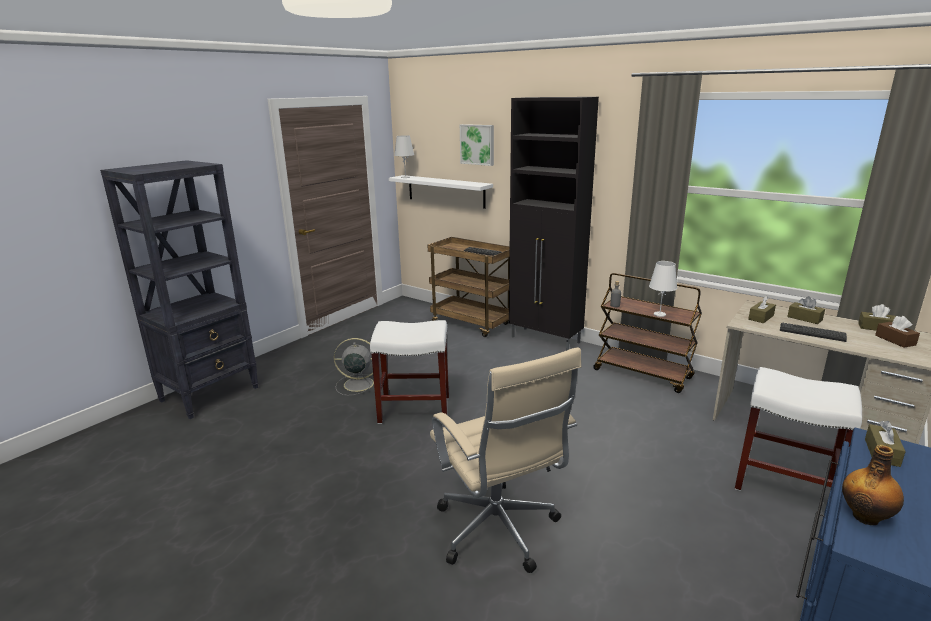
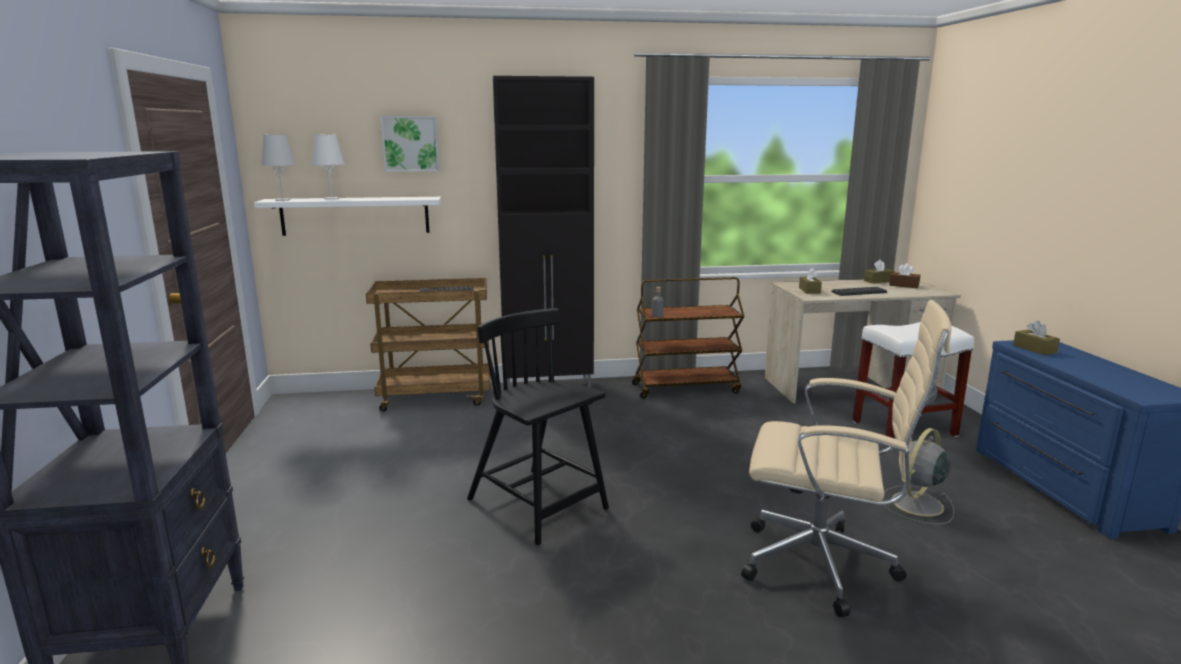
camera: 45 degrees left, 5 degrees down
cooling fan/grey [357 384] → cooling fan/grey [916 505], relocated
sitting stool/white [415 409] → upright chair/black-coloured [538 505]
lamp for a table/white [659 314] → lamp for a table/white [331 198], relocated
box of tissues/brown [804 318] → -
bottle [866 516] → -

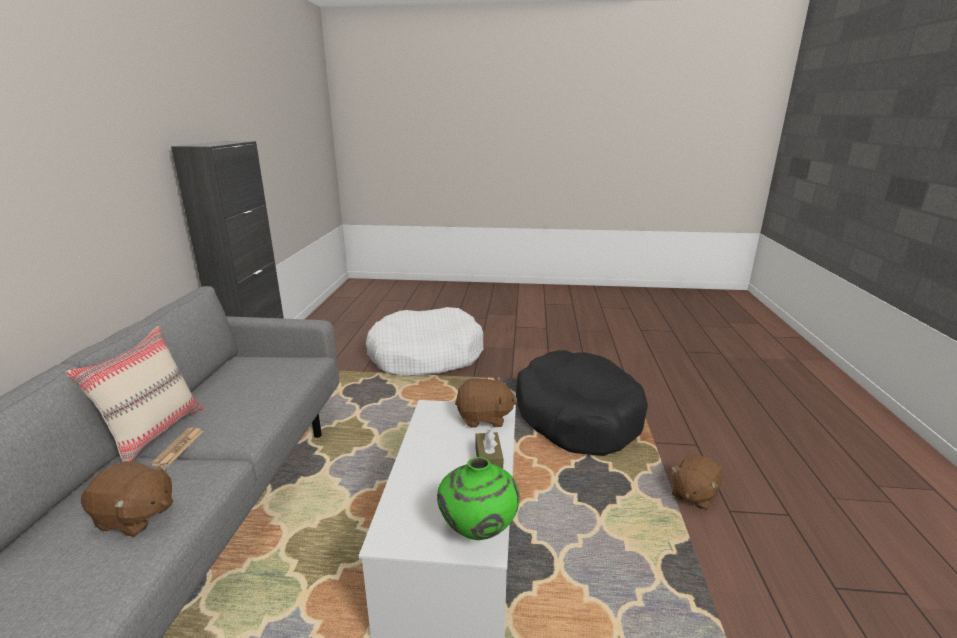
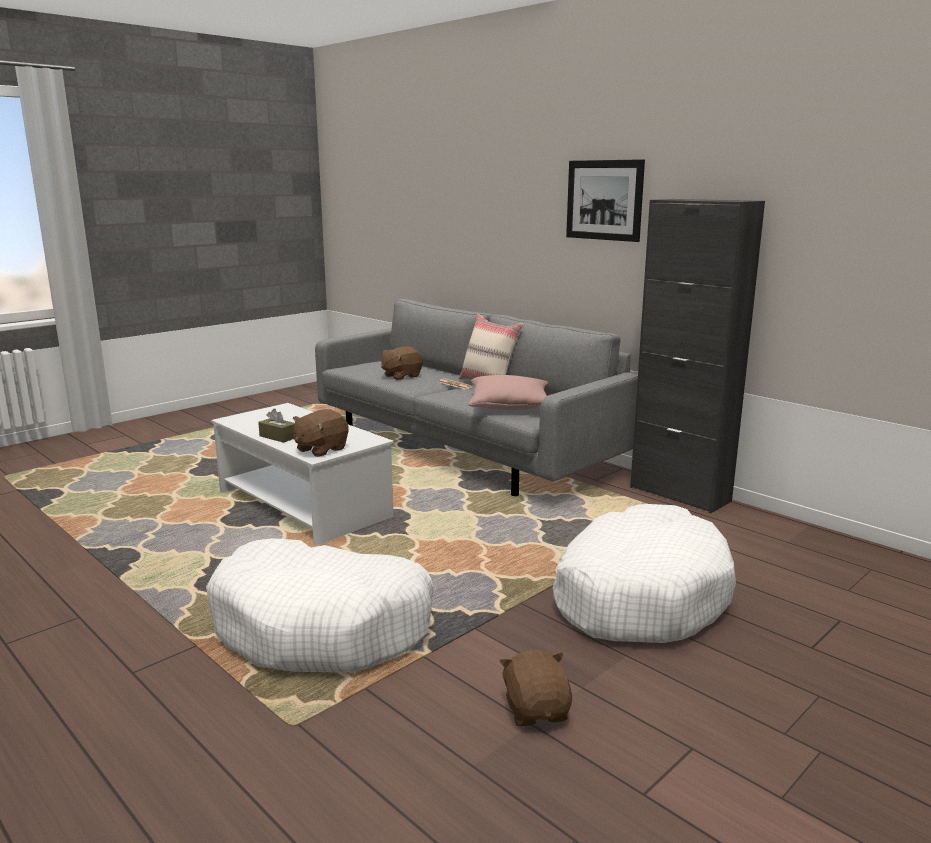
camera: 130 degrees right, 5 degrees down
decorative vase/green-coloured [478 532] → -
pet bed/black-coloured [577 416] → pet bed/white [323 627]
soft toy/brown [693 494] → soft toy/brown [536 710], relocated
- → cushion/pinkish [509 406]
- → wall art [604 200]

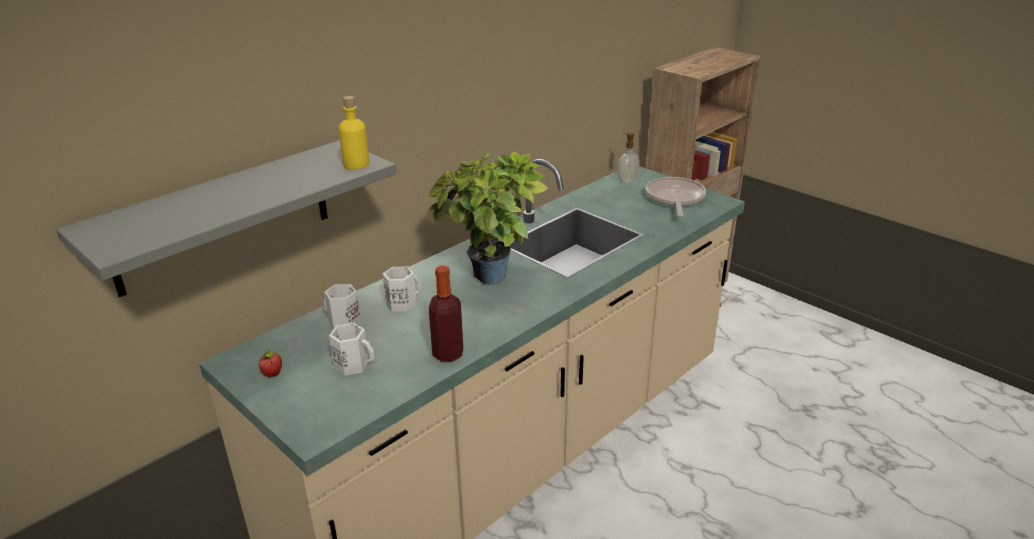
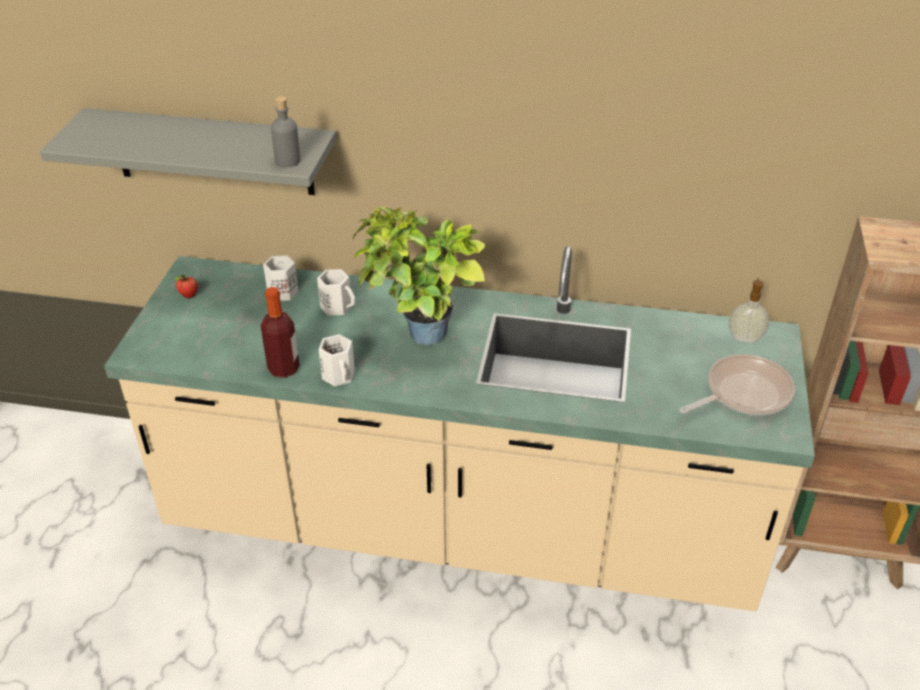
camera: 55 degrees right, 10 degrees up
mug/white [353 364] → mug/white [340 375], relocated
bottle/yellowish [356 164] → bottle/grey [288 161]

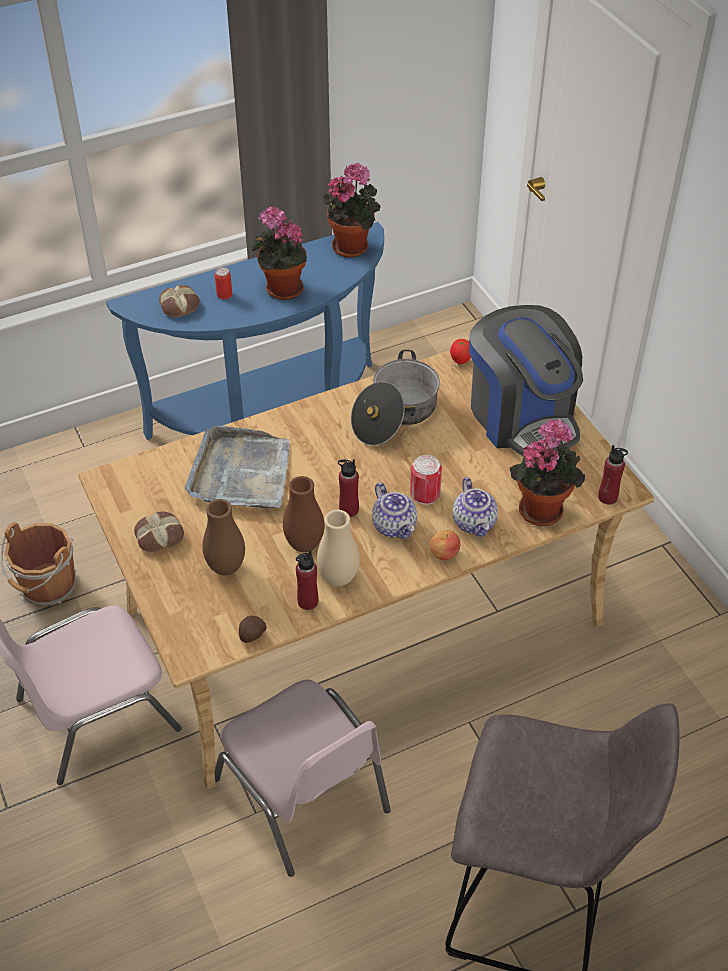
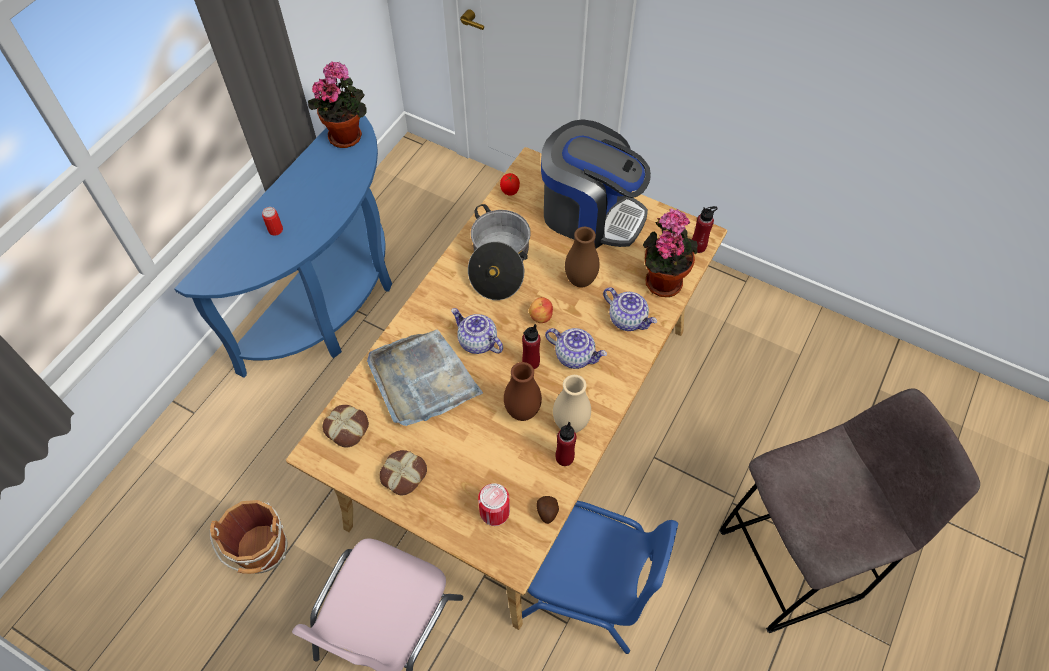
camera: 35 degrees left, 10 degrees up
bakery bread [180 305] → bakery bread [347 427], relocated
decorative vase/brown [226 567] → decorative vase/brown [580 280], relocated
upright chair/pinkish [304 796] → upright chair/blue [590 587]
plant in a pot [281 290] → -
sealed can [425 494] → sealed can [494 512], relocated
whole apple [444 553] → whole apple [540 316], relocated
- → tea pot [477 342]

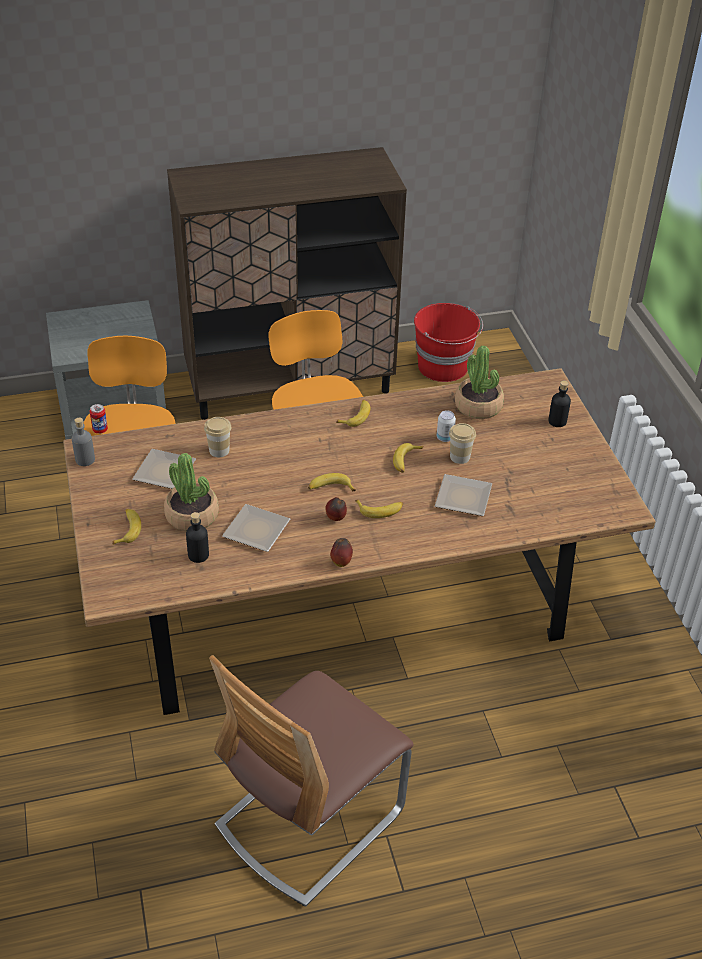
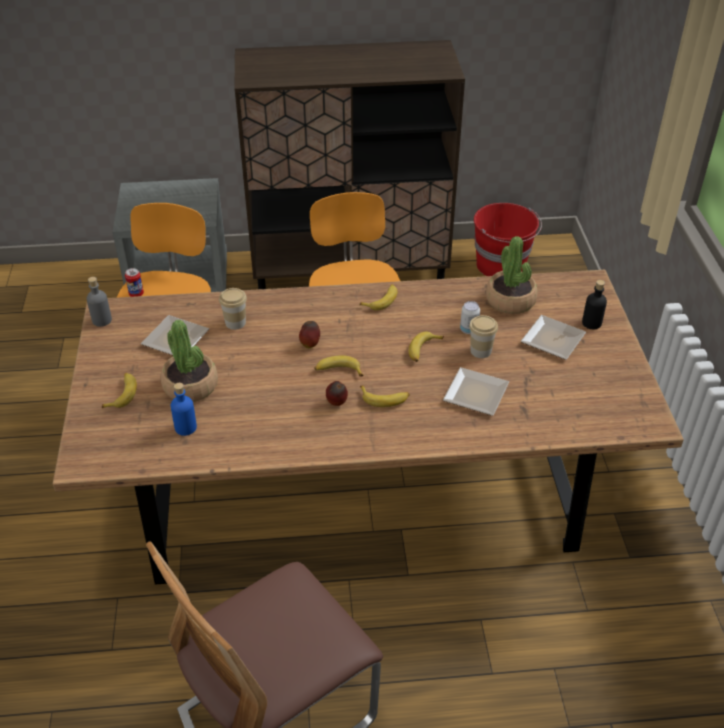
camera: 10 degrees right, 0 degrees up
bottle/black-coloured [198 555] → bottle/blue [186 427]
plate [257 532] → plate [553 341], relocated
whole apple [341 562] → whole apple [310 344], relocated

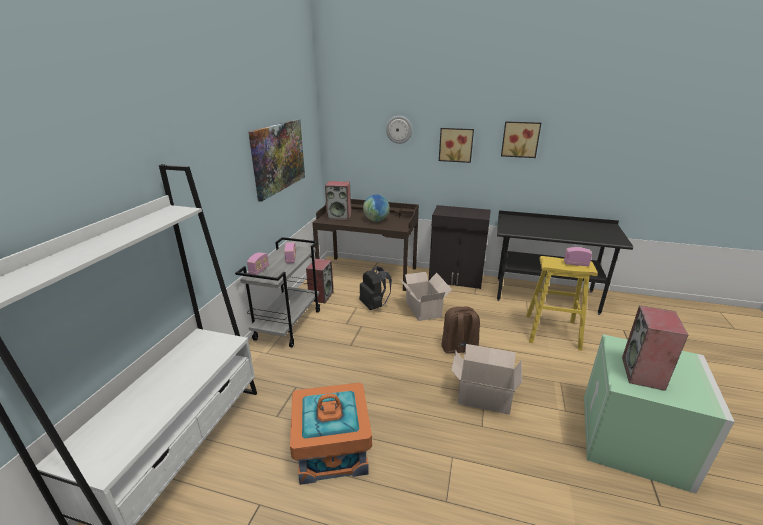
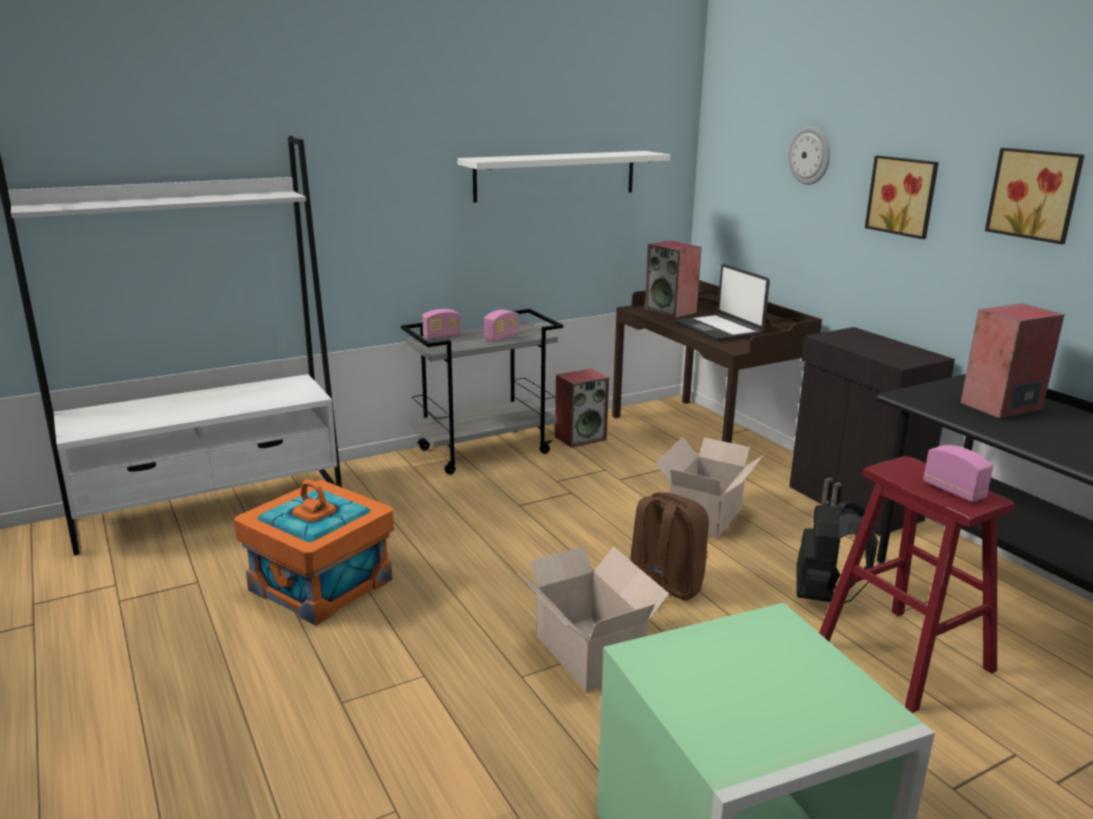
camera: 45 degrees right, 5 degrees down
wall art [278 157] → bracket shelf/white [556 175]
rucksack/black-coloured [374 305] → rucksack/black-coloured [824 596], relocated
world globe [376 220] → portable computer [719 329]
sitting stool/yellowish [552 331] → sitting stool/reddish [903 657]
speaker [643 373] → speaker [1001 406], relocated

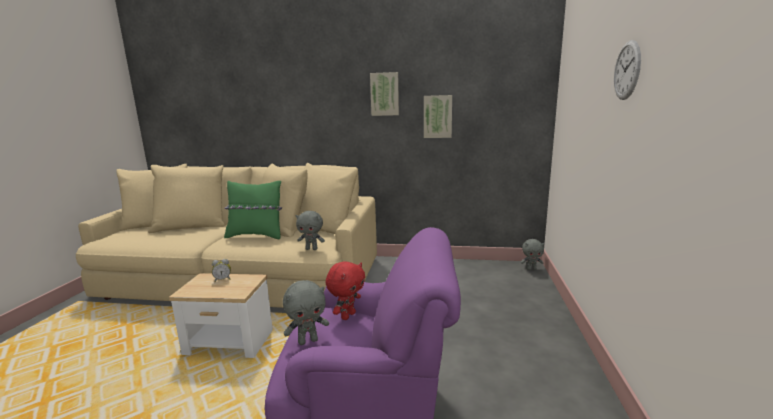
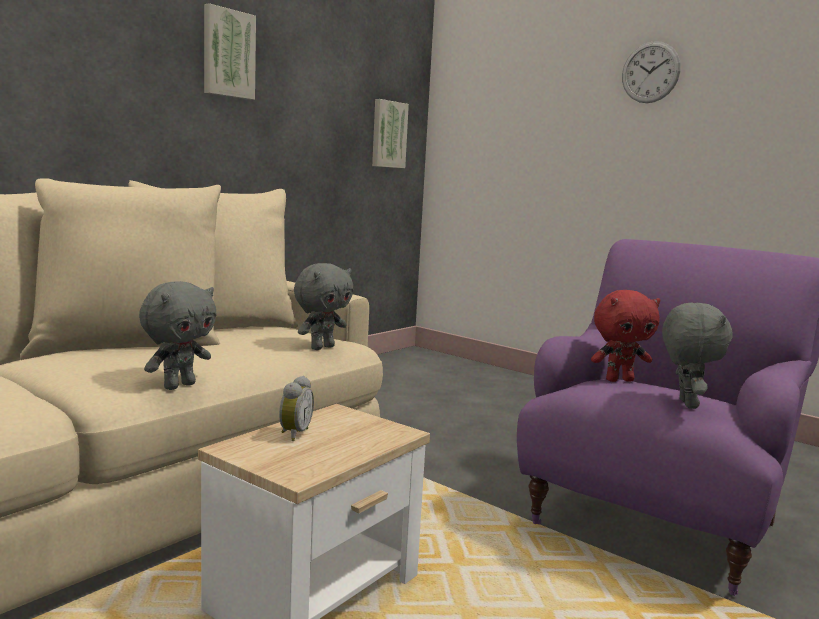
camera: 60 degrees left, 5 degrees down
cushion/green-coloured [256 235] → -
soft toy/reddish [347 315] → soft toy/reddish [619 380], 105 degrees clockwise
wall art [437 116] → wall art [388 134], relocated
soft toy/grey [531 269] → soft toy/grey [179 386], relocated

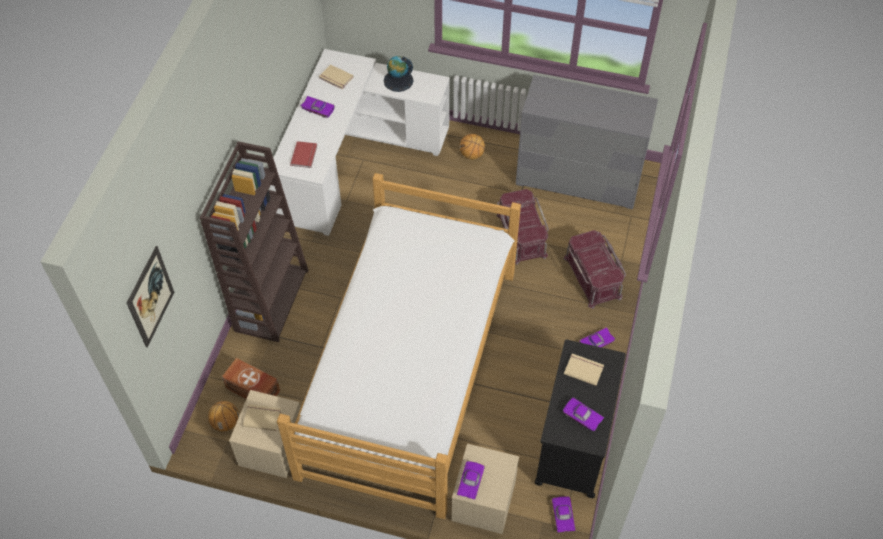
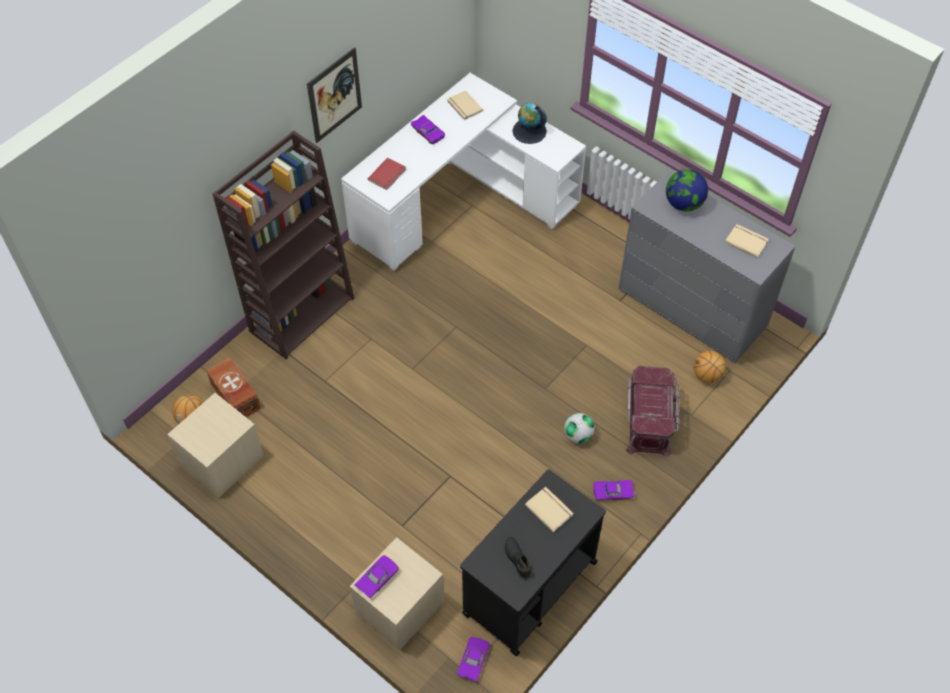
camera: 25 degrees right, 0 degrees up
wall art [150 297] → wall art [334 95], relocated
volume/sand-coloured [262 417] → volume/sand-coloured [746 241], relocated
bed [409 371] → -
basketball [472 155] → basketball [707 375], relocated
storage container/reddish [520 235] → -
toy car/purplish [581 417] → shoe/black-coloured [517 559]
- → ball for football [578 435]
- → world globe [683 204]

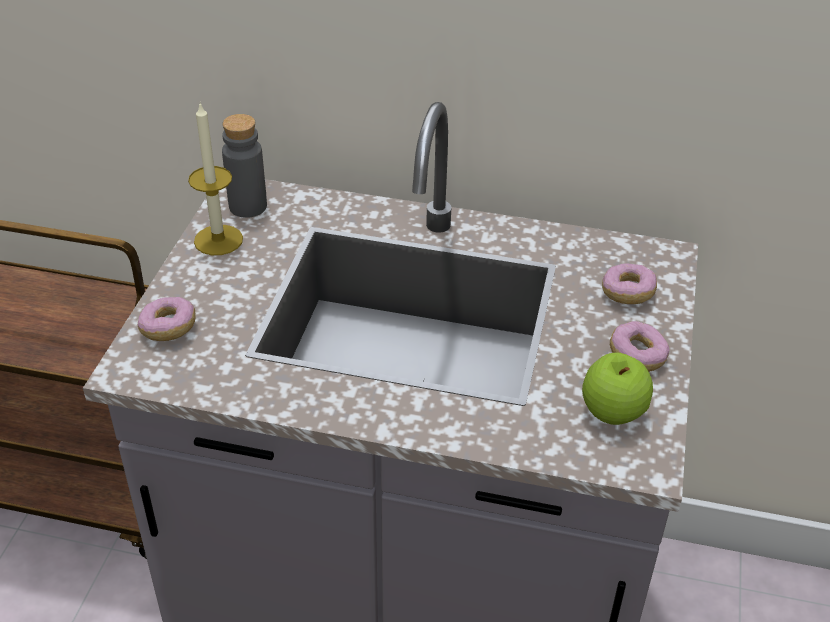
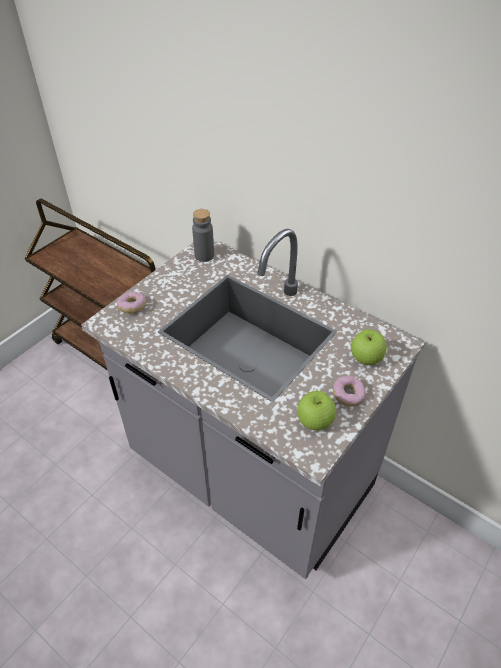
camera: 25 degrees right, 5 degrees up
wax light [218 240] → -
donut [627 293] → whole apple [366 359]

